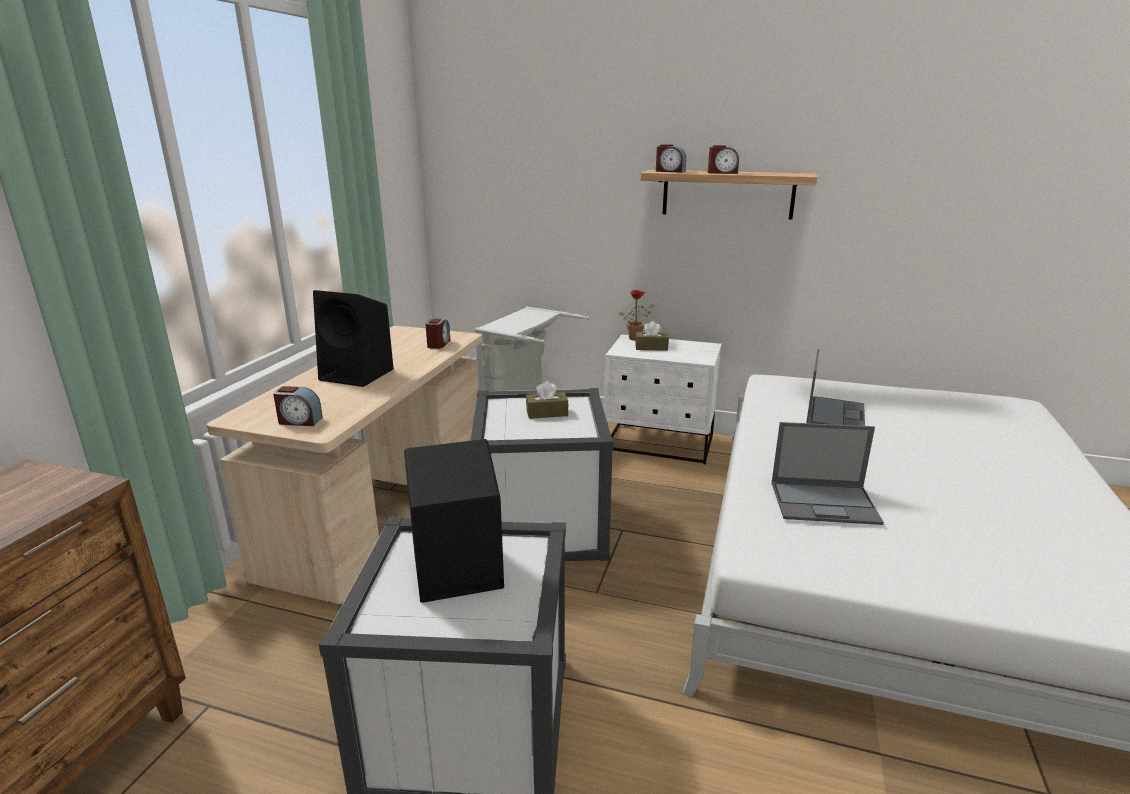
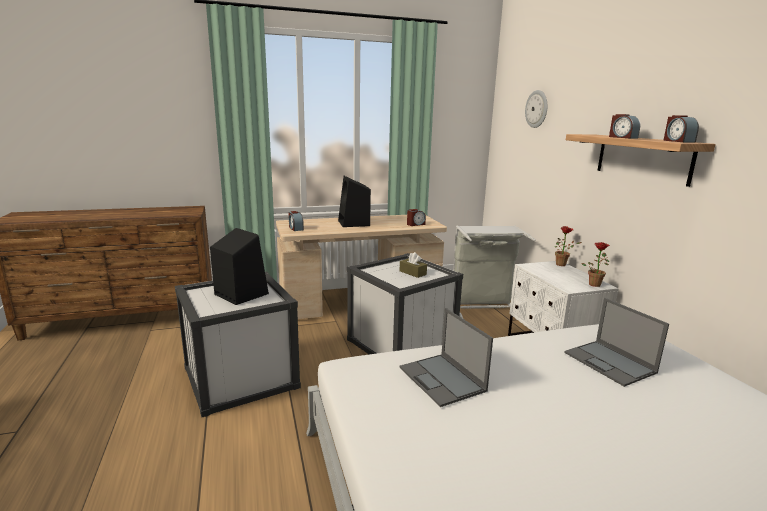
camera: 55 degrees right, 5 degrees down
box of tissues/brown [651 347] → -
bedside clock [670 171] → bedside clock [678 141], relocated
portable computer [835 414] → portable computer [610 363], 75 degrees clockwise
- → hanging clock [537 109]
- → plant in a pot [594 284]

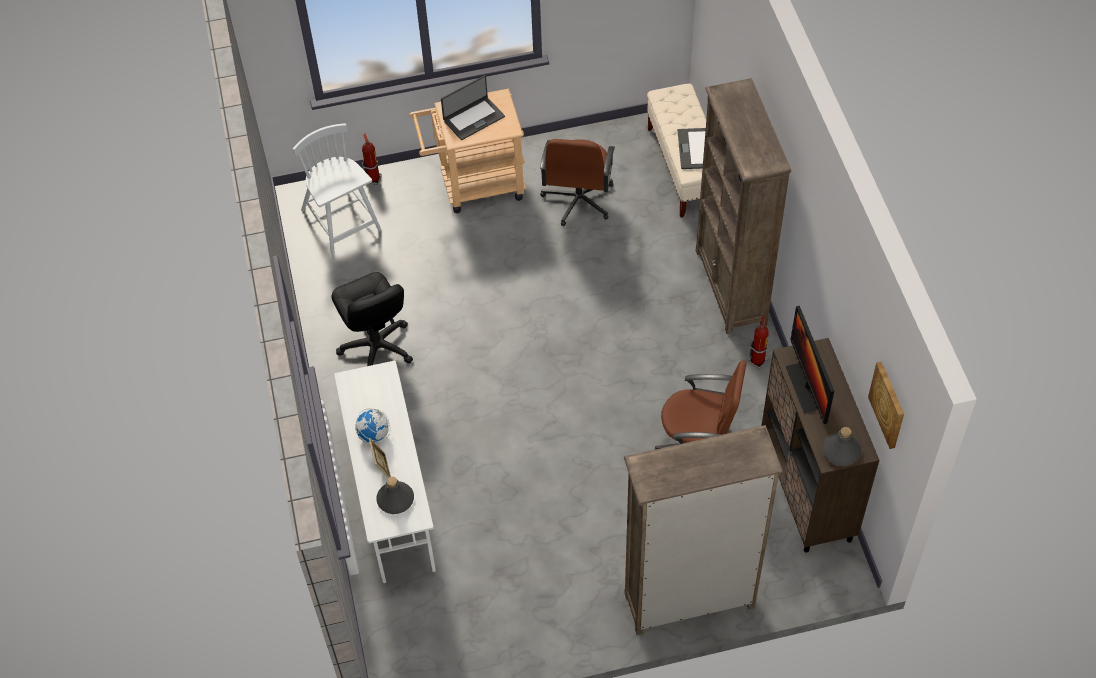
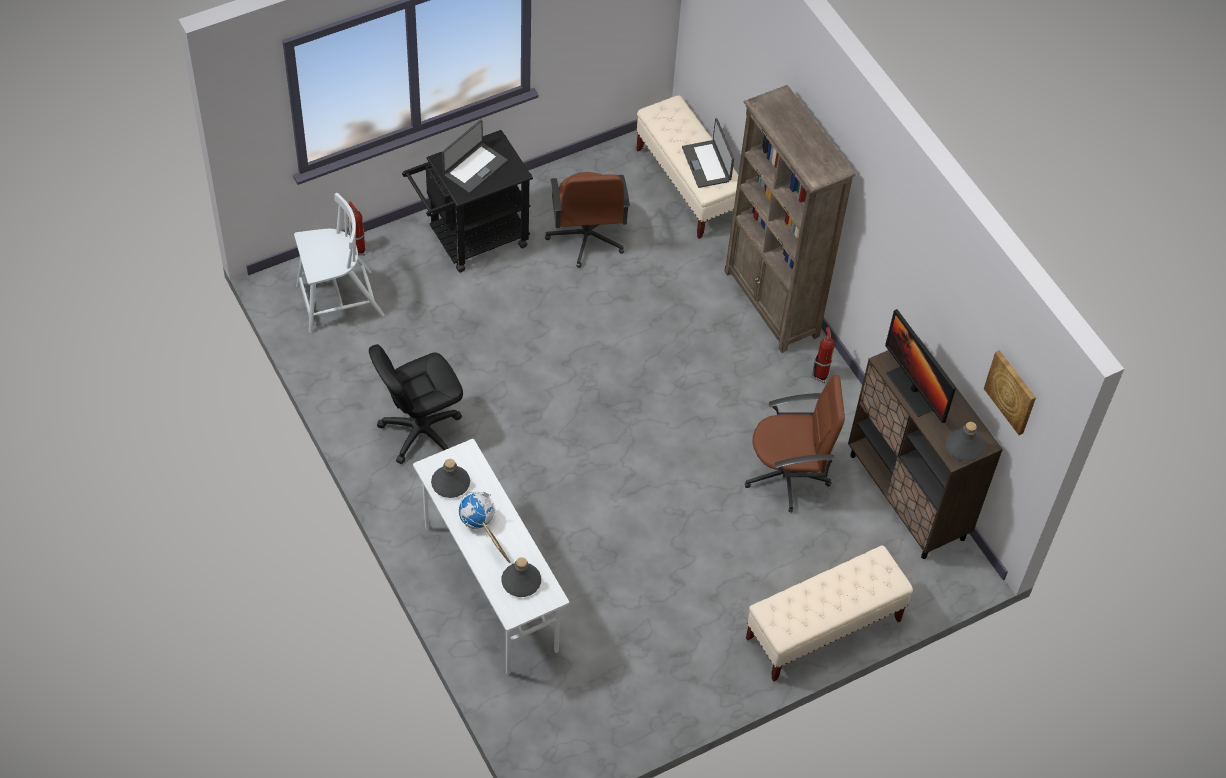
camera: 20 degrees left, 0 degrees up
upright chair/white [341 221] → upright chair/white [338 301], 120 degrees clockwise
computer chair/black-coloured [376 348] → computer chair/black-coloured [420 431], 105 degrees clockwise
cart/sand-coloured [474 186] → cart/black-coloured [470 240]
shelving unit/brown [688 601] → indoor bench/sand-coloured [823 630]
- → bottle/grey [450 483]

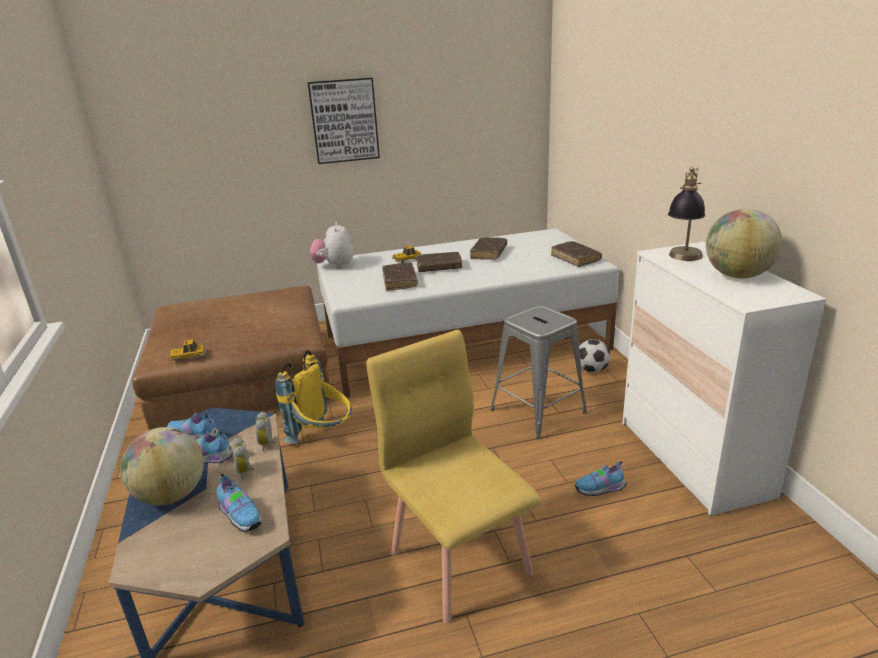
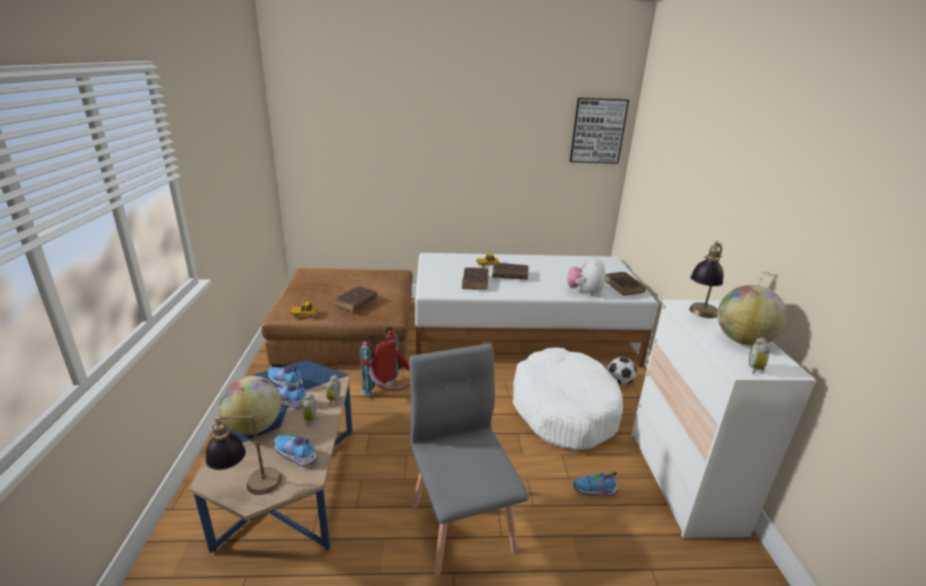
camera: 10 degrees right, 0 degrees up
shoe [241 516] → shoe [296 456], 150 degrees clockwise
rucksack/yellowish [323 437] → rucksack/reddish [390 395]
wall art [344 121] → wall art [597 131], relocated
soft toy [334 266] → soft toy [584 292], relocated
upright chair/yellowish [460 561] → upright chair/grey [462 525]
volume/brown [488 253] → volume/brown [356 303], relocated
sitting stool/grey [537 411] → pet bed/white [563 409]
- → lamp for a table [249 489]
- → bedside clock [755 369]

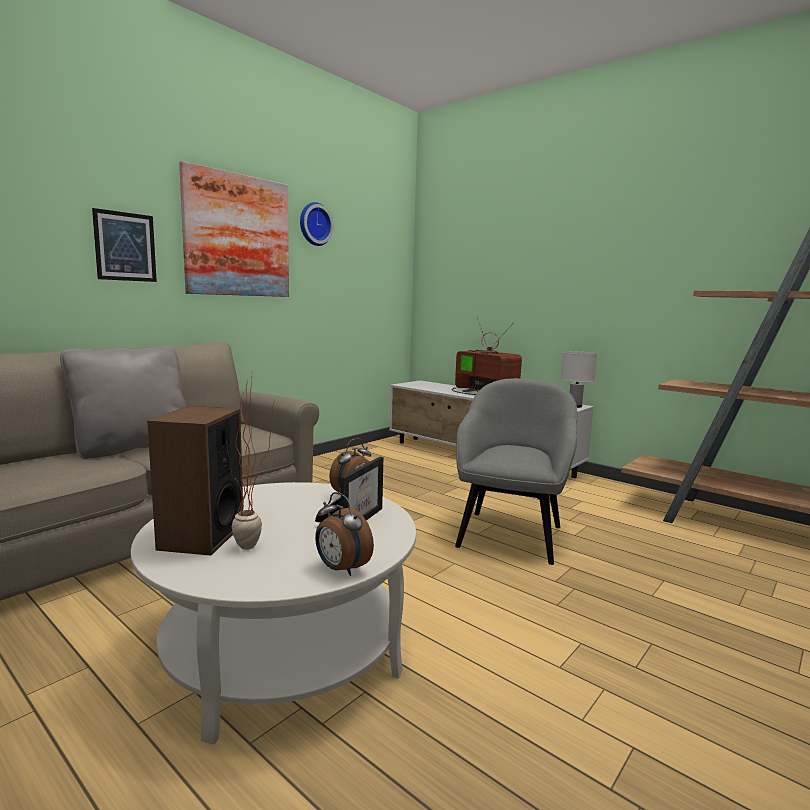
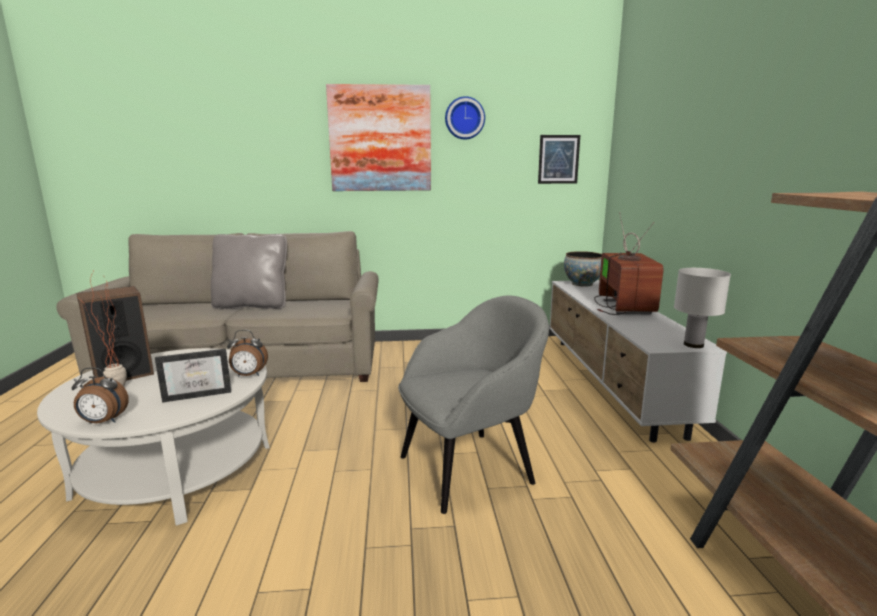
camera: 45 degrees right, 5 degrees up
wall art [125 246] → wall art [558 159], relocated
bedside clock [341 569] → bedside clock [103 422], 90 degrees counterclockwise
- → deep dish [582 284]

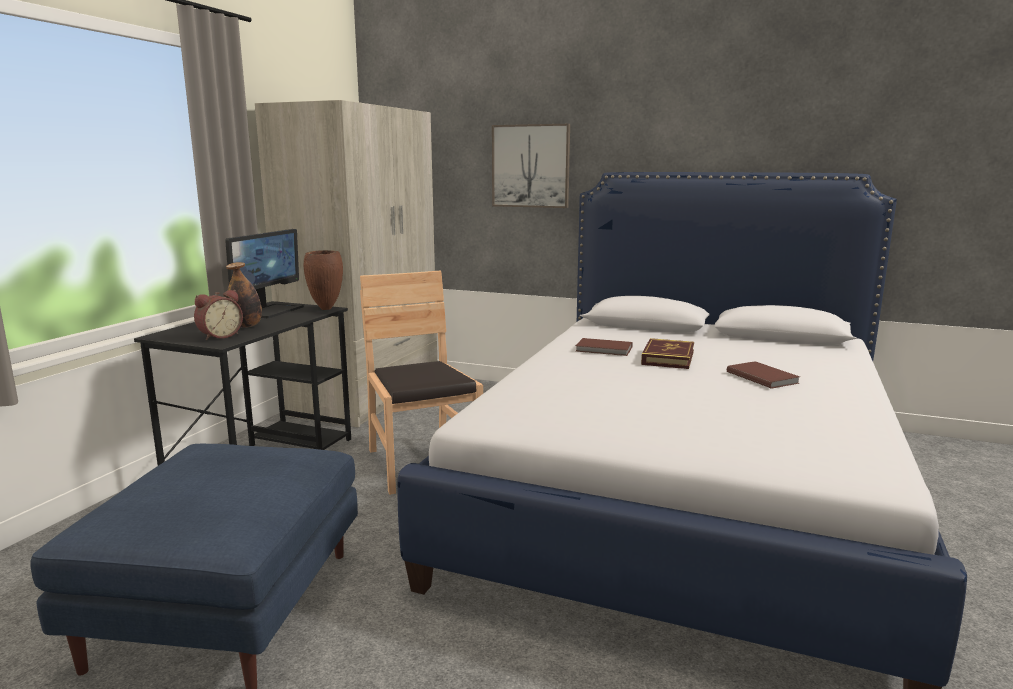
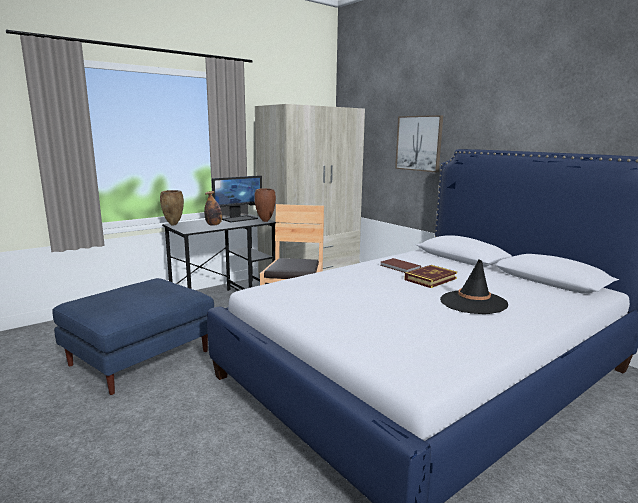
camera: 30 degrees right, 0 degrees up
bedside clock [219 336] → -
volume/brown [762 377] → hat/black-coloured [473 302]
- → decorative vase/brown [173 225]

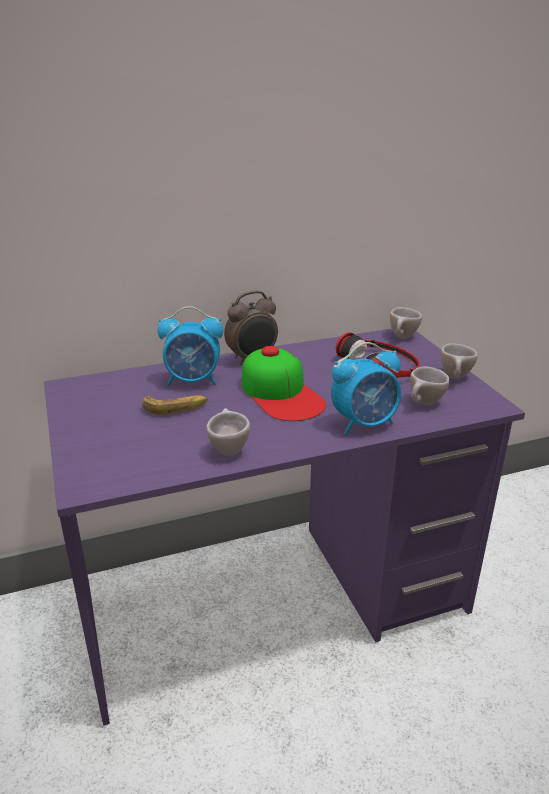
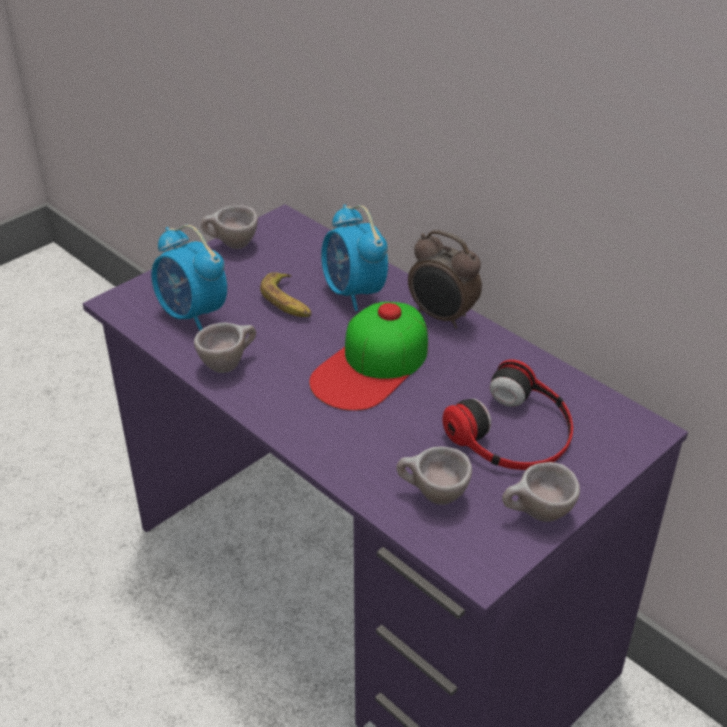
camera: 65 degrees right, 10 degrees up
bedside clock [365 423] → bedside clock [192 315], relocated
drinking cup/sand-coloured [402 338] → drinking cup/sand-coloured [231 245], relocated

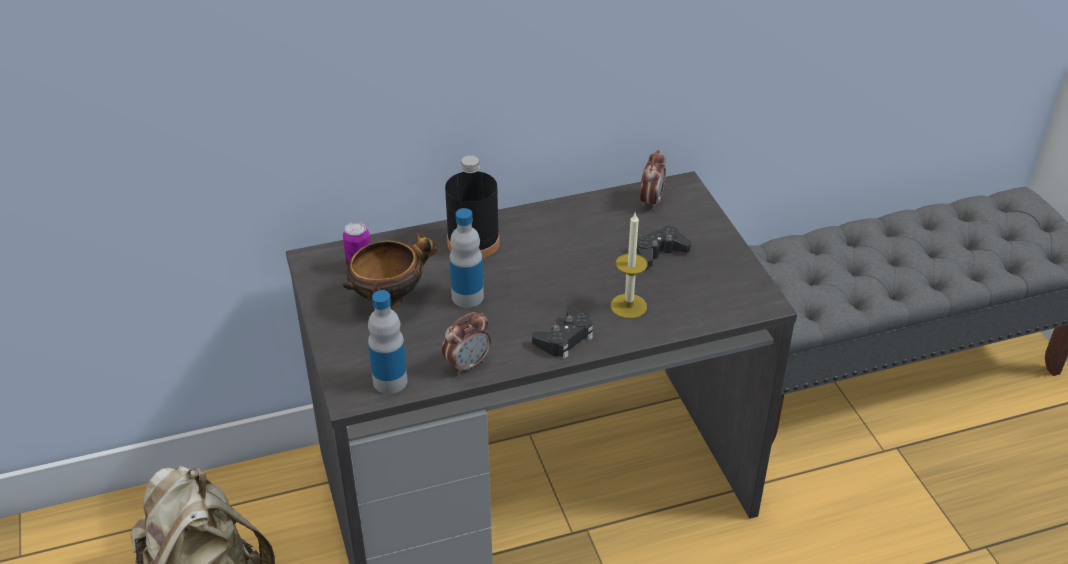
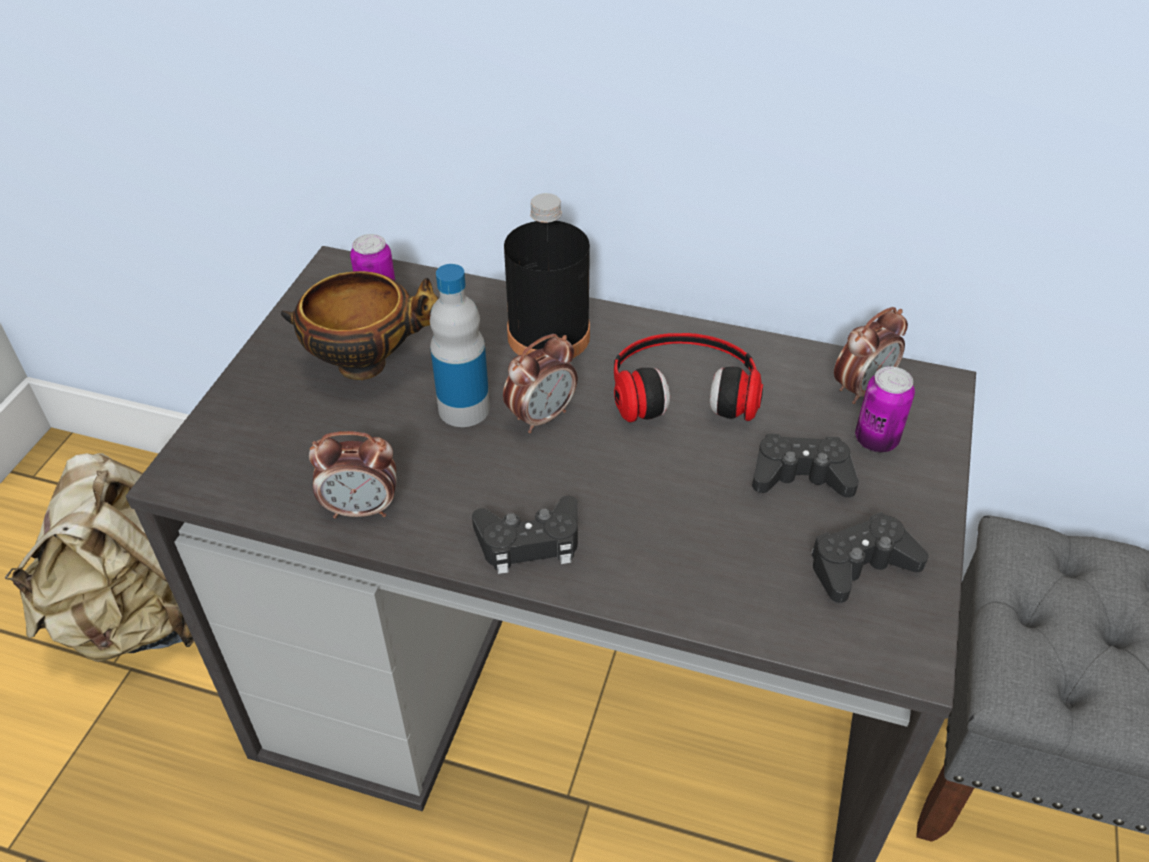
camera: 35 degrees right, 5 degrees up
bottle [390 381] → -
wax light [628 306] → -
- → bedside clock [541 416]
- → headset [683 385]
- → game controller/black-coloured [861 565]
- → sealed can [876 440]

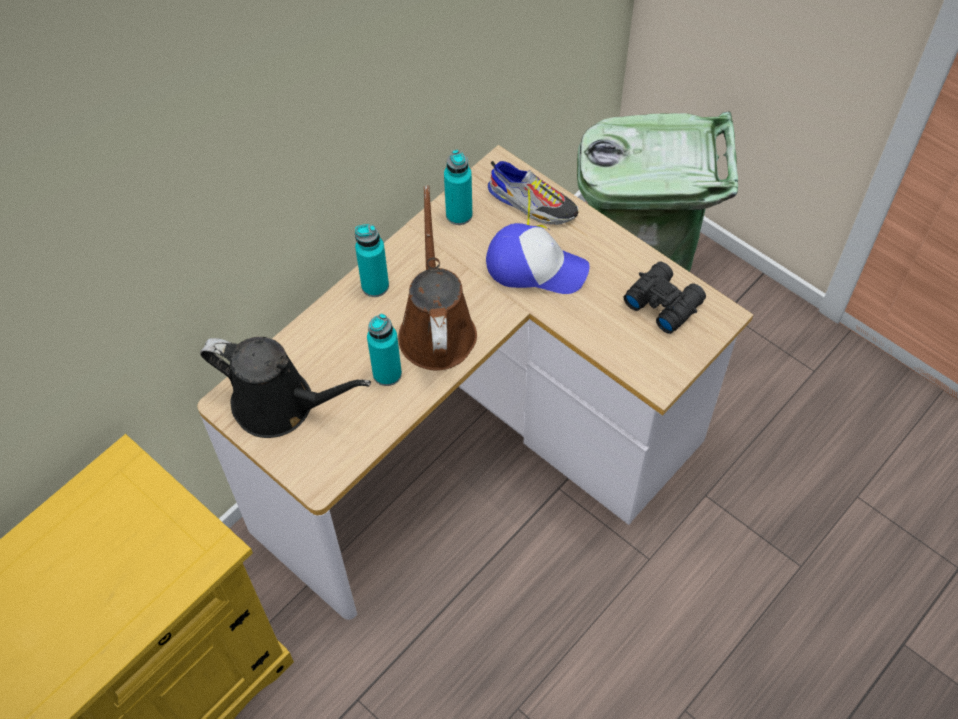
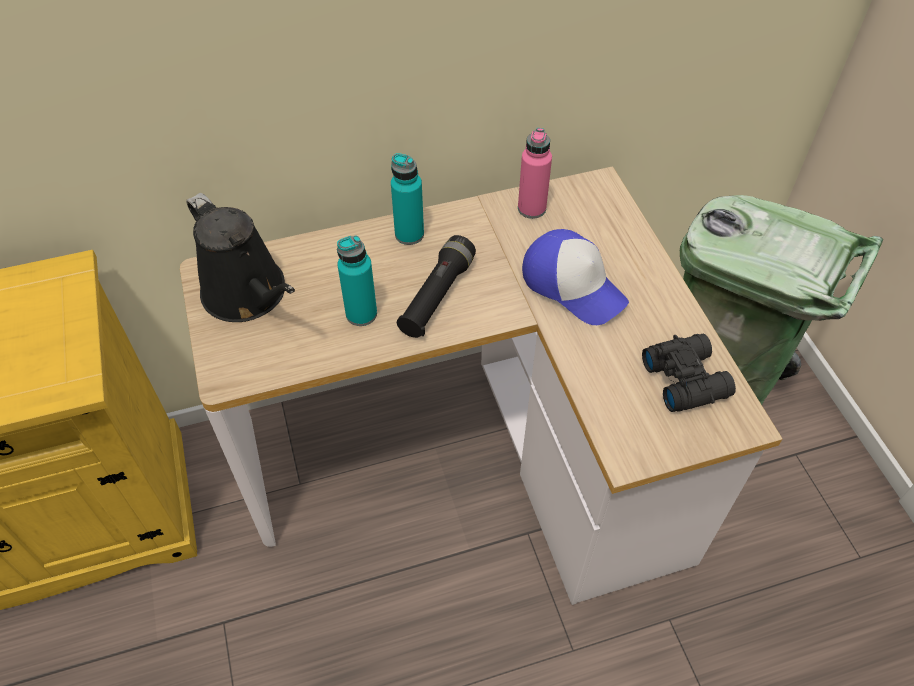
camera: 30 degrees right, 5 degrees down
watering pot/brown [436 328] → torch/black-coloured [437 296]
bottle/turquoise-coloured [459 215] → bottle/pinkish [531 208]
shoe [532 203] → -

